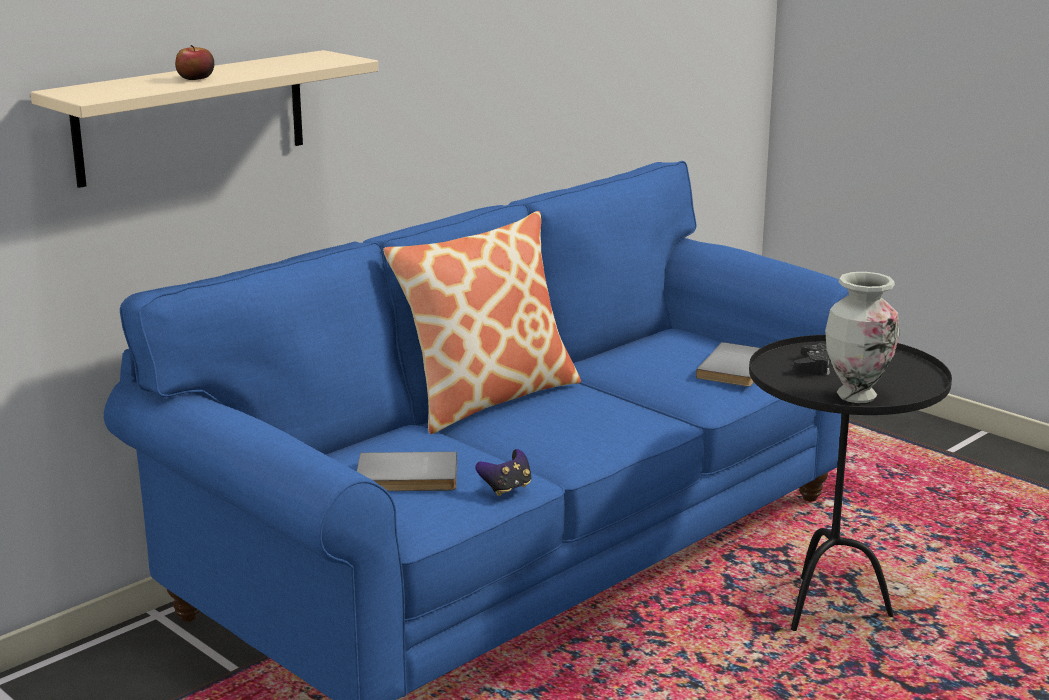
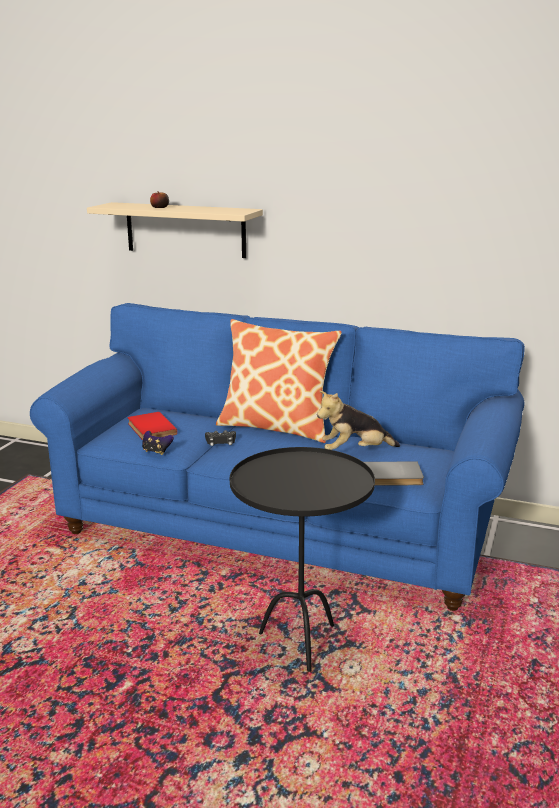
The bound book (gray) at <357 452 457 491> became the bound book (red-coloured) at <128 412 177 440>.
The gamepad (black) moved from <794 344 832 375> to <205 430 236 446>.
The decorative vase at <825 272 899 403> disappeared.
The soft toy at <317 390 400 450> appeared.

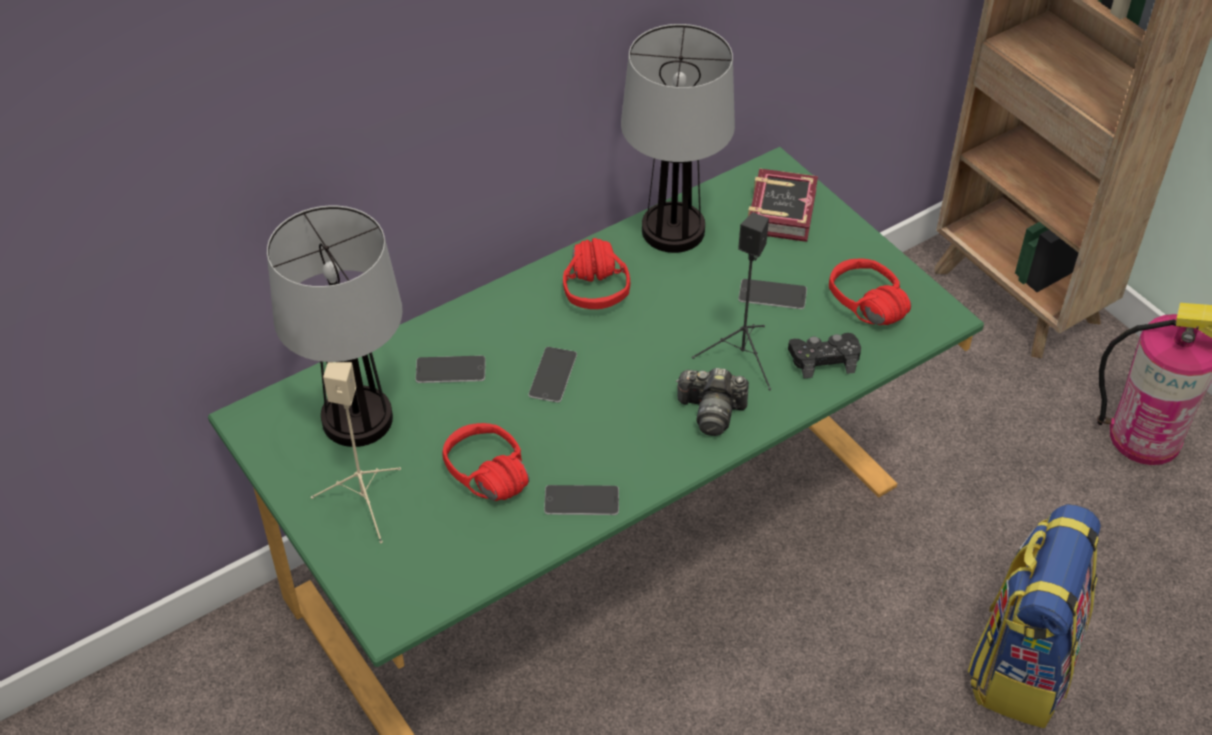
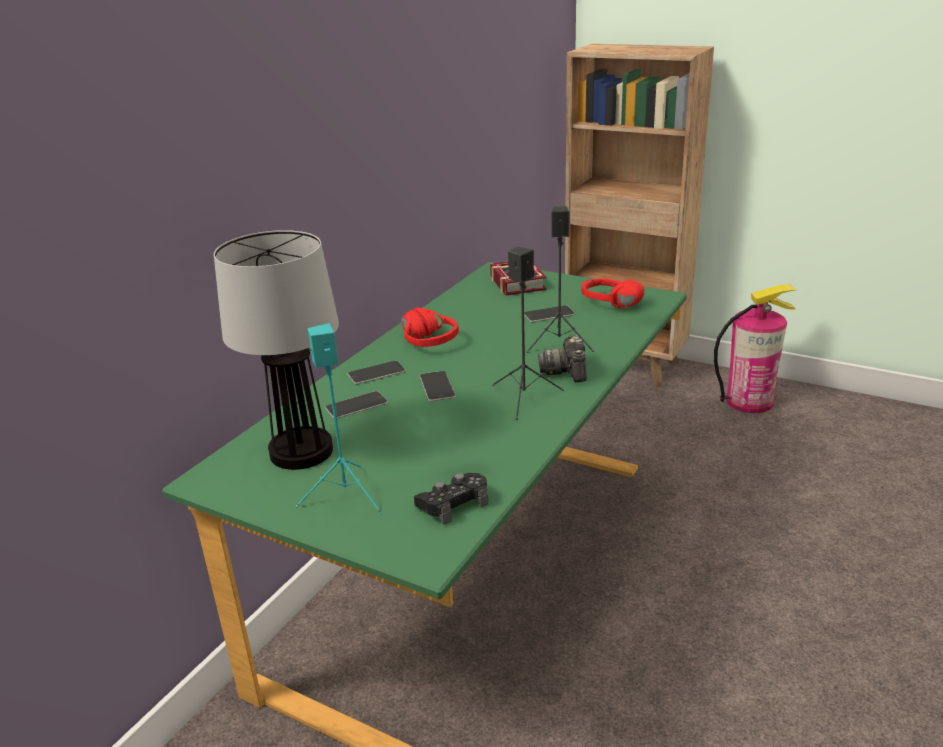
The speaker (beige-coloured) at <311 362 401 543> became the speaker (turquoise) at <295 323 382 514>.
The headset (red-coloured) at <442 423 529 501> disappeared.
The handset moved from <544 485 619 515> to <347 361 406 384>.
The lamp for a table at <621 24 735 253> disappeared.
The still camera at <676 368 749 436> turned 105 degrees clockwise.
The gamepad (black) moved from <788 333 861 378> to <414 473 488 525>.
The knapsack at <968 504 1101 728> disappeared.
The speaker (black) at <492 247 564 420> appeared.

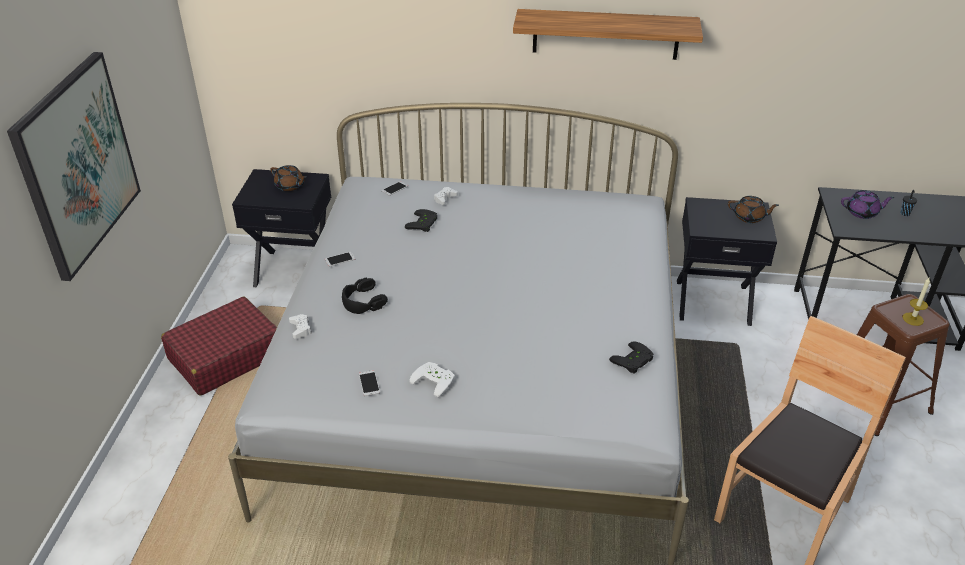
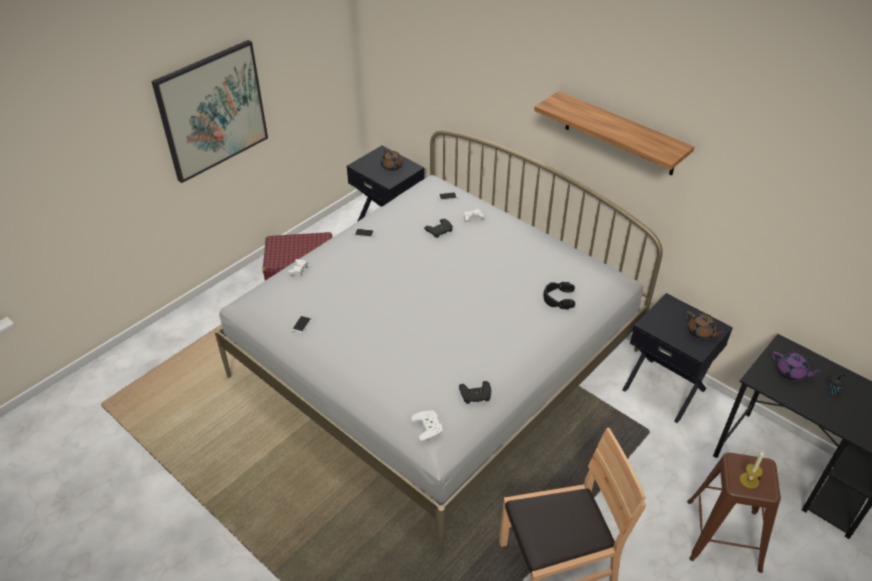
The headset (black) moved from <342 277 388 314> to <543 282 575 309>.
The gamepad (white) moved from <409 362 455 397> to <411 411 443 442>.

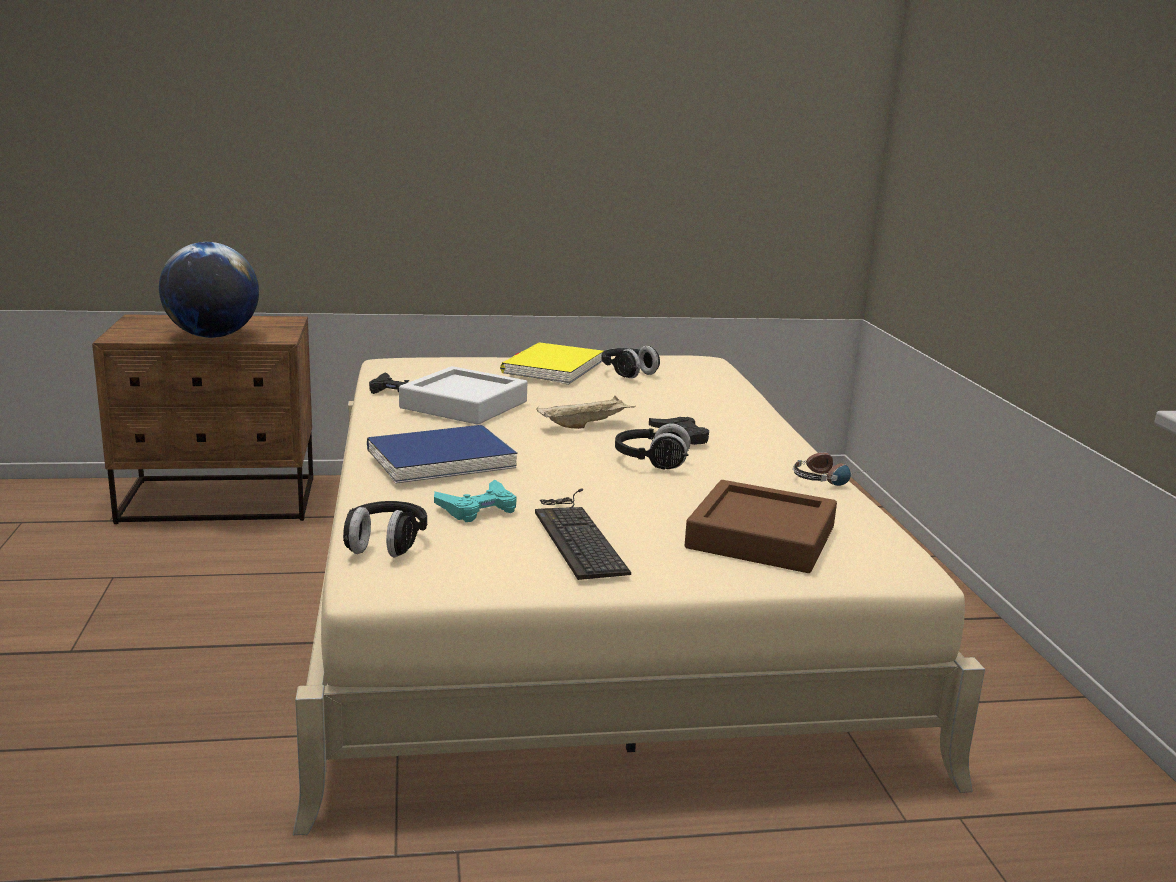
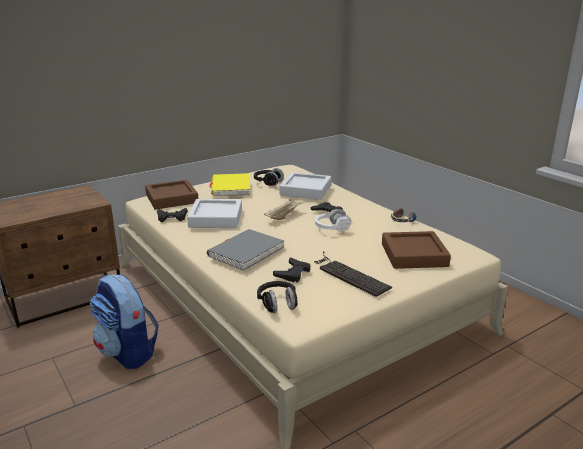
The desk globe at <159 242 259 338> disappeared.
The bound book (bluish) at <367 425 518 484> became the bound book (gray) at <207 229 284 271>.
The gamepad (turquoise) at <434 480 517 522> became the gamepad (black) at <273 258 310 282>.
The headset (black) at <615 423 691 470> became the headset (white) at <315 209 353 232>.
The knapsack at <90 274 159 369> appeared.
The tray (brown) at <145 180 198 210> appeared.
The tray (gray) at <279 172 331 200> appeared.

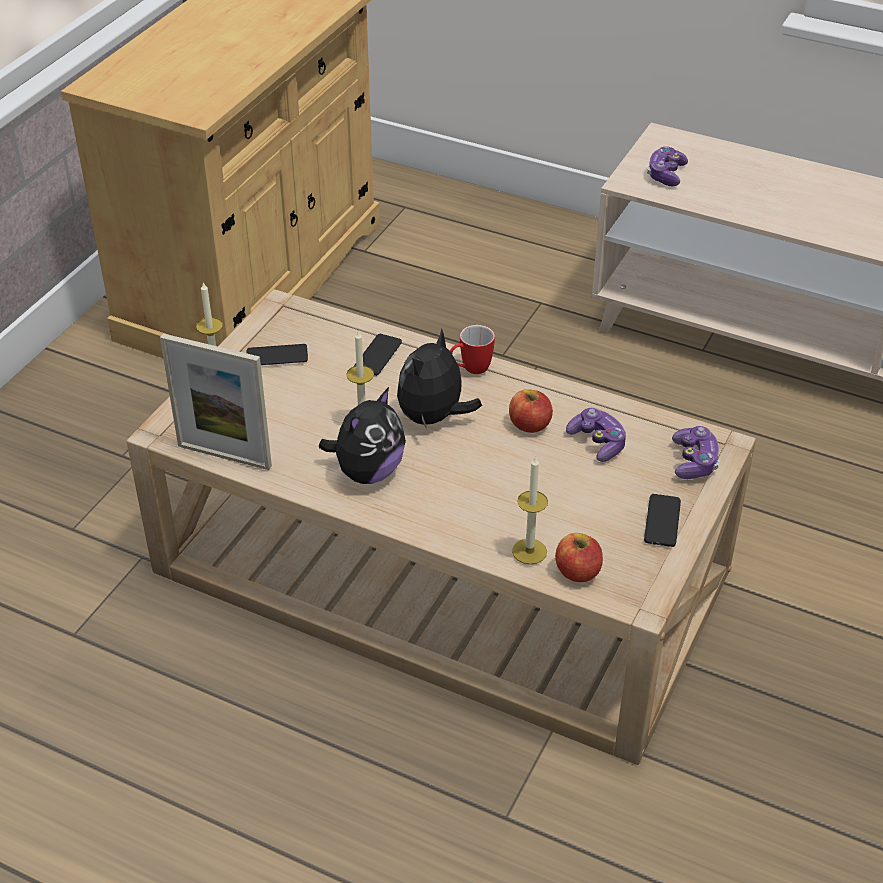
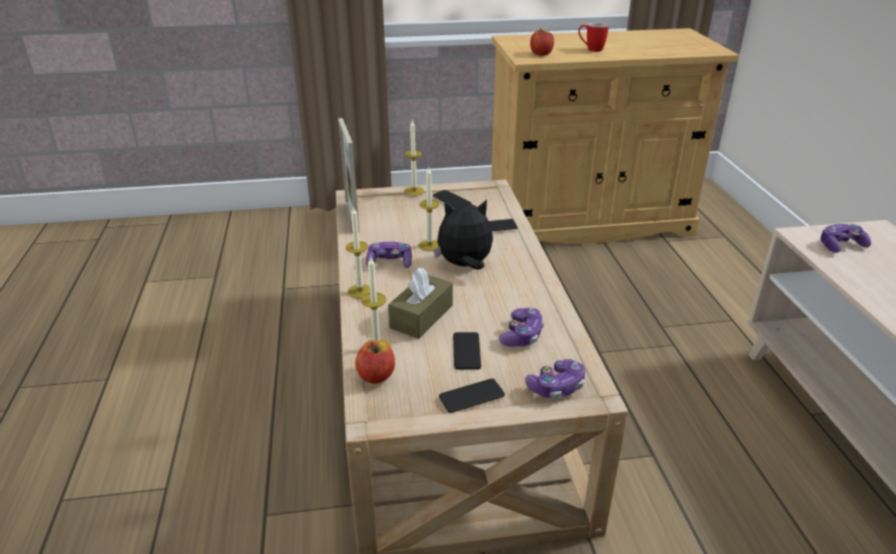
The soft toy at <319 387 406 484> was replaced by the gamepad at <366 242 412 268>.
The mug moved from <450 325 495 374> to <578 22 609 52>.
The apple fruit moved from <509 389 553 433> to <530 28 554 56>.
The candle at <345 206 370 299> appeared.
The tissue box (brown) at <388 268 453 339> appeared.
The handset at <453 332 481 370> appeared.

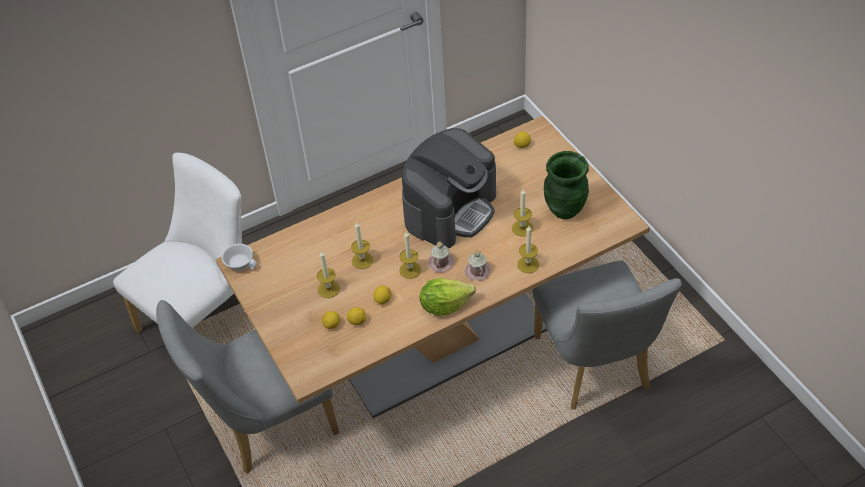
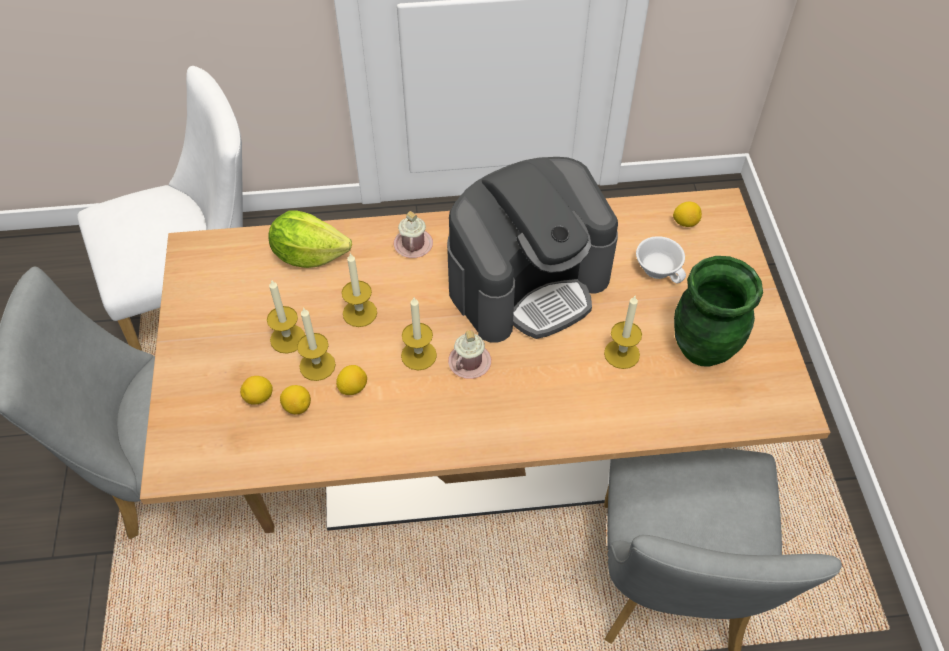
The drinking cup (white) moved from <222 244 257 271> to <636 236 686 284>.
The head of lettuce moved from <420 278 476 316> to <268 210 352 268>.
The mug (pinkish) moved from <464 250 491 281> to <394 211 433 258>.
The candle moved from <517 226 539 273> to <297 307 336 381>.

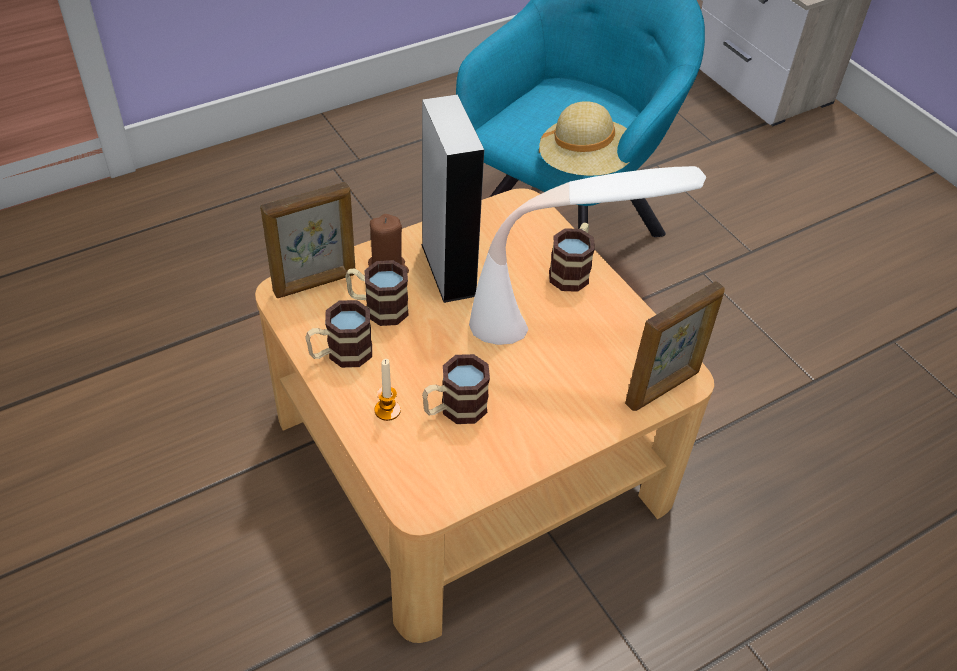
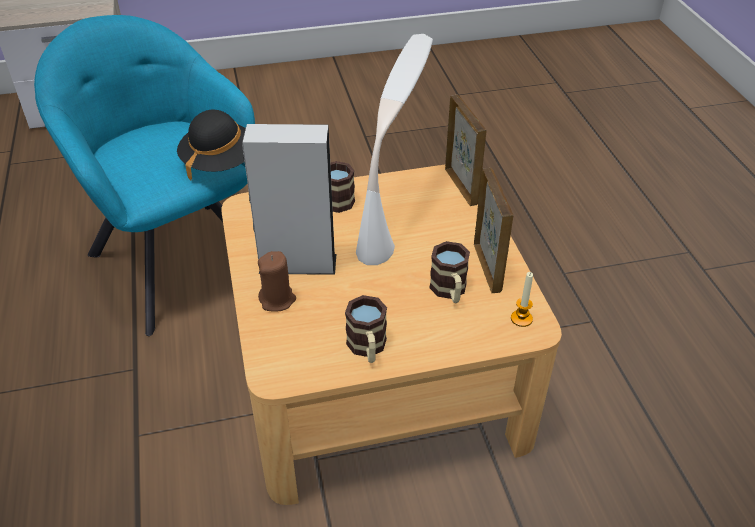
The standing frame moved from <260 182 355 298> to <474 168 514 293>.
The mug at <345 260 409 326> disappeared.
The candle moved from <375 359 401 421> to <511 272 533 327>.
The clothing hat (beige-coloured) at <539 101 629 176> became the clothing hat (black) at <177 110 245 181>.

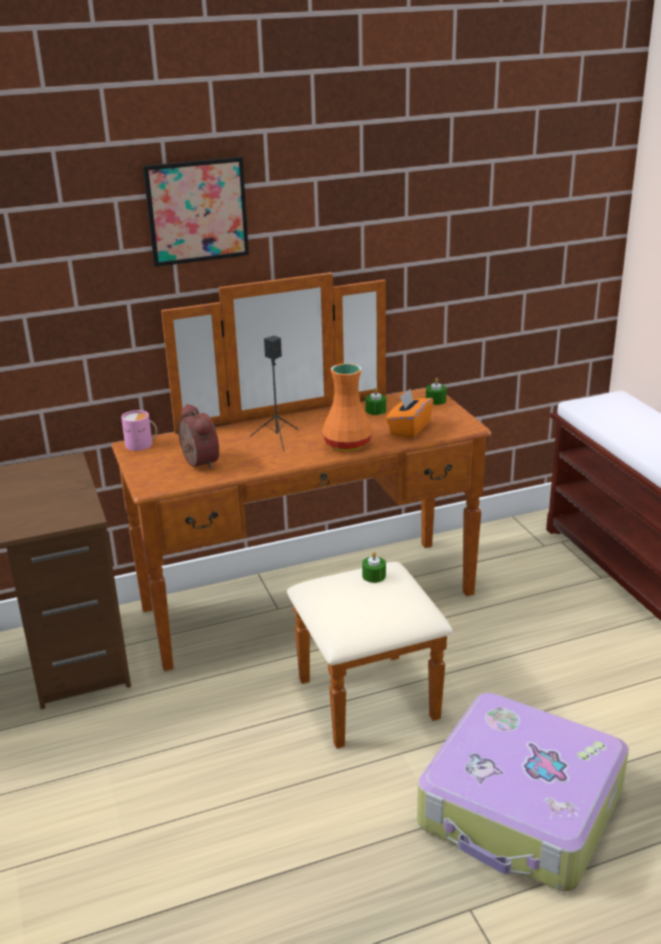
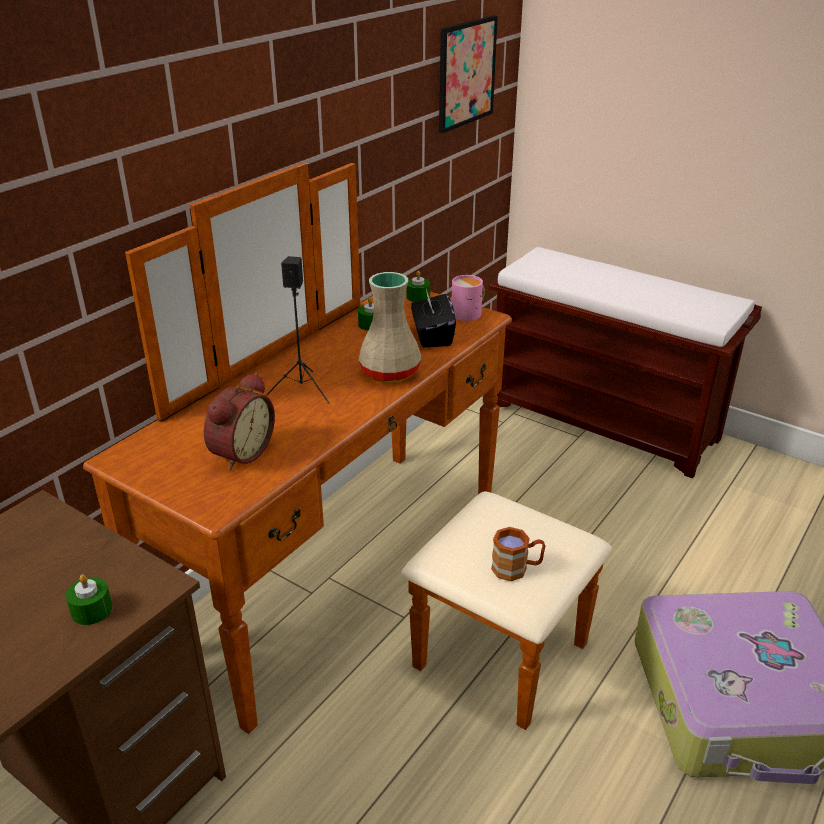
The mug (pinkish) moved from <121 410 157 451> to <451 275 485 321>.
The wall picture moved from <143 157 249 267> to <439 15 498 133>.
The table clock at <178 404 219 470> turned 90 degrees clockwise.
The decorative vase (orange-coloured) at <322 363 373 451> became the decorative vase (beige-coloured) at <359 272 421 383>.
The candle (greenish) moved from <362 552 386 583> to <66 574 113 625>.
The tissue box (orange-coloured) at <386 389 433 438> became the tissue box (black) at <411 289 456 347>.
The mug (brown) at <491 527 545 581> appeared.

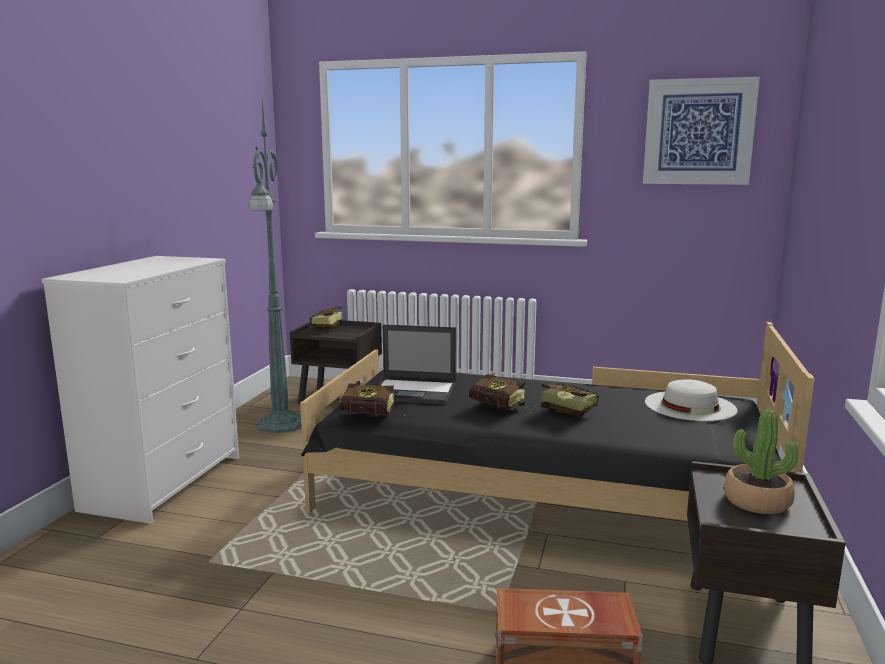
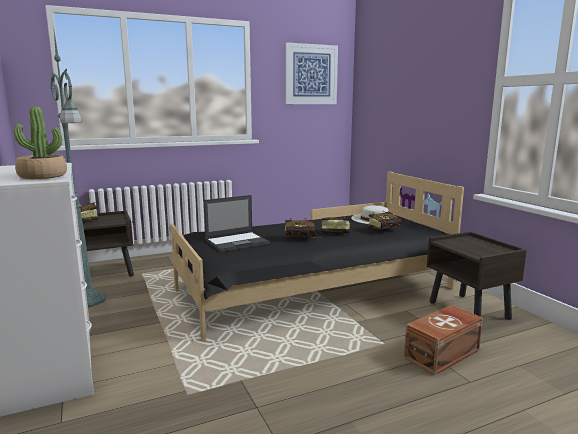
The bound book moved from <340 381 405 416> to <368 211 402 230>.
The houseplant moved from <724 409 798 514> to <14 107 67 179>.

